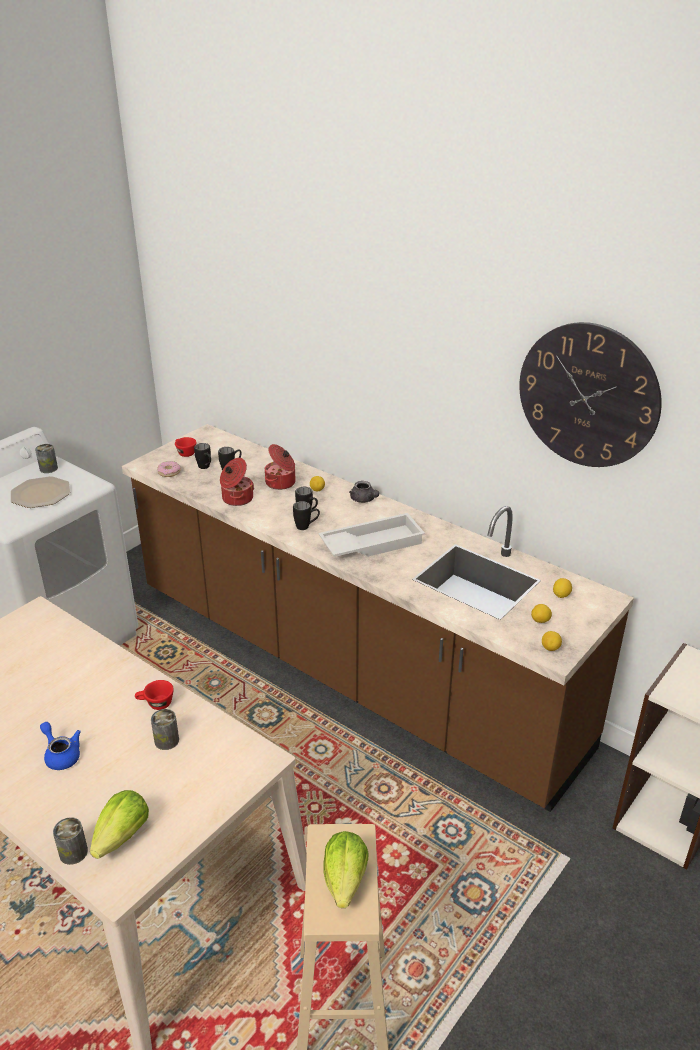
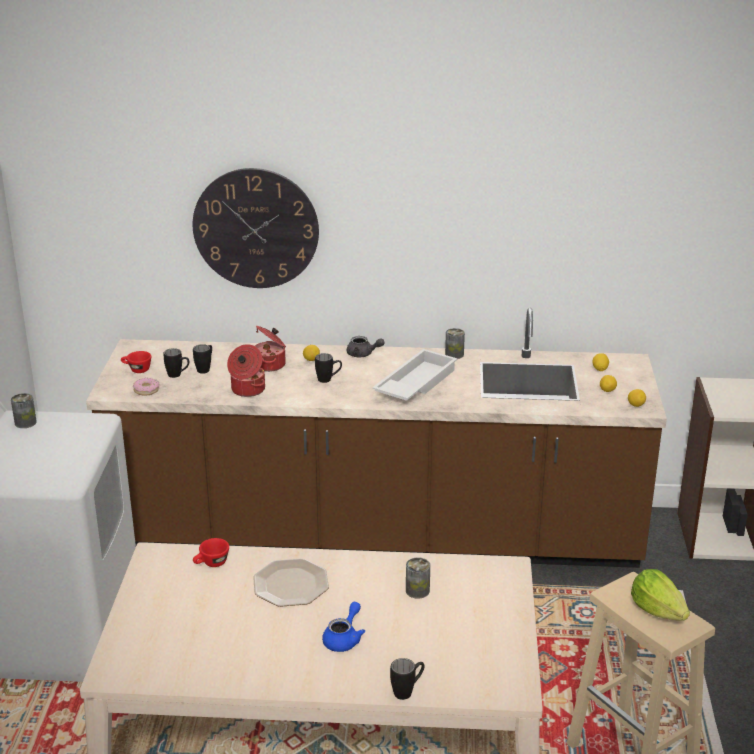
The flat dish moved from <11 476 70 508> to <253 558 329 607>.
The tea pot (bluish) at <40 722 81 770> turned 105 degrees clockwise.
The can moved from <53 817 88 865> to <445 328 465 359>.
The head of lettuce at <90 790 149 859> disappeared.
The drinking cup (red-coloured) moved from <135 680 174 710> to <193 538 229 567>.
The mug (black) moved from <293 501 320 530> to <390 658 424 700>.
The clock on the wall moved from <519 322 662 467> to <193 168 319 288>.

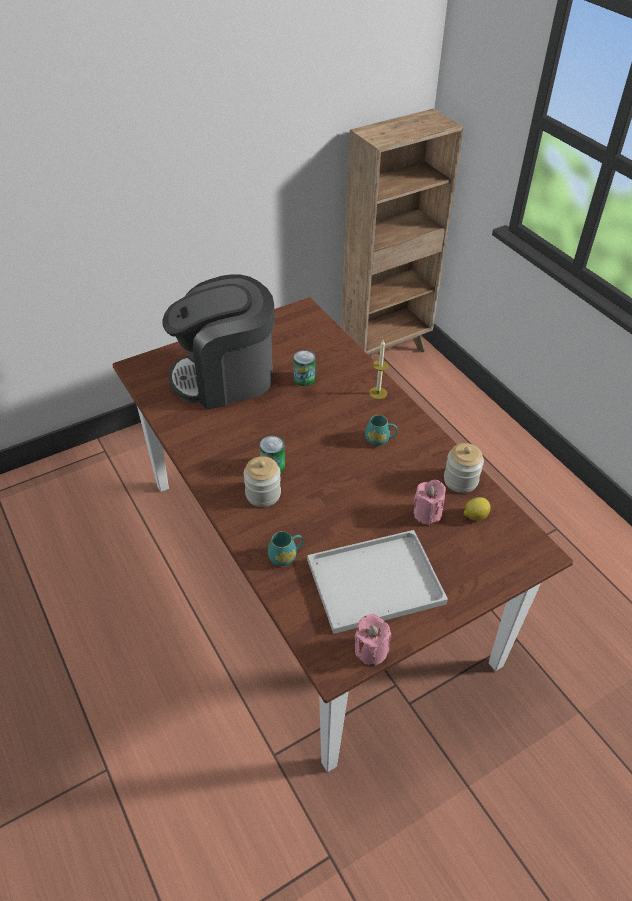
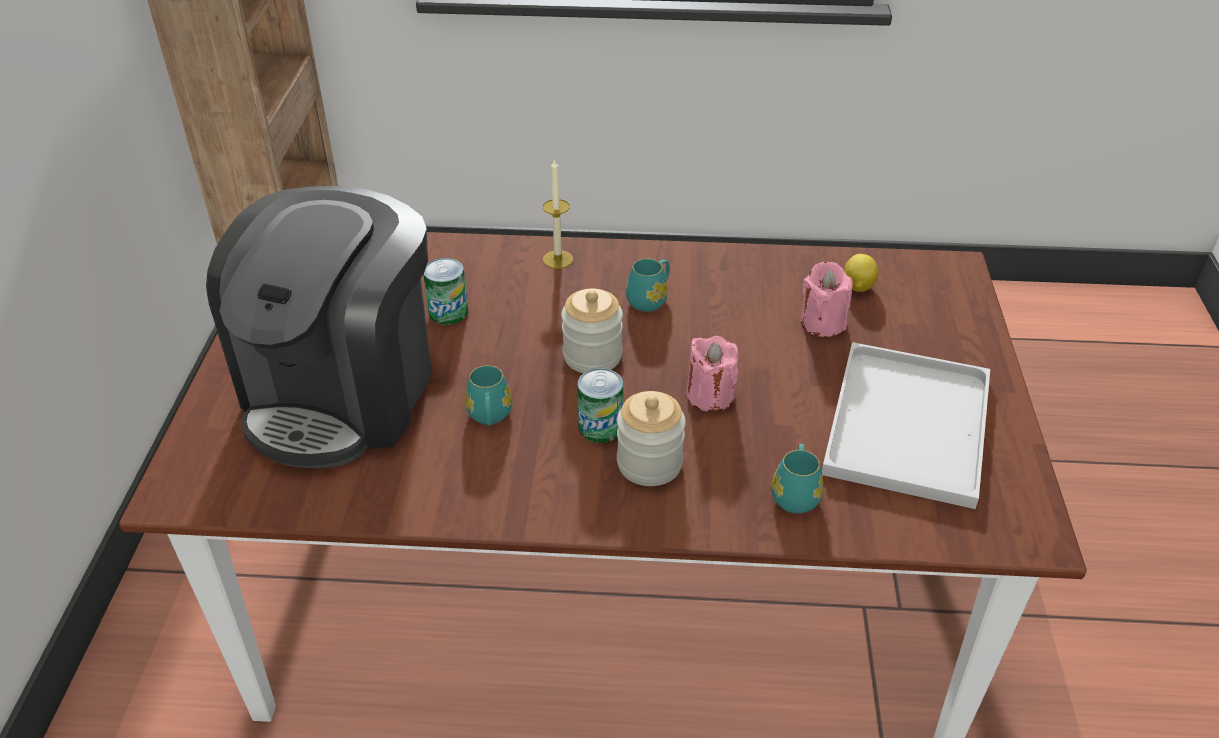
The candle (pinkish) moved from <355 614 391 666> to <686 336 739 412>.
The storage jar moved from <444 443 484 493> to <561 289 623 373>.
The mug (turquoise) at <465 365 512 425> appeared.

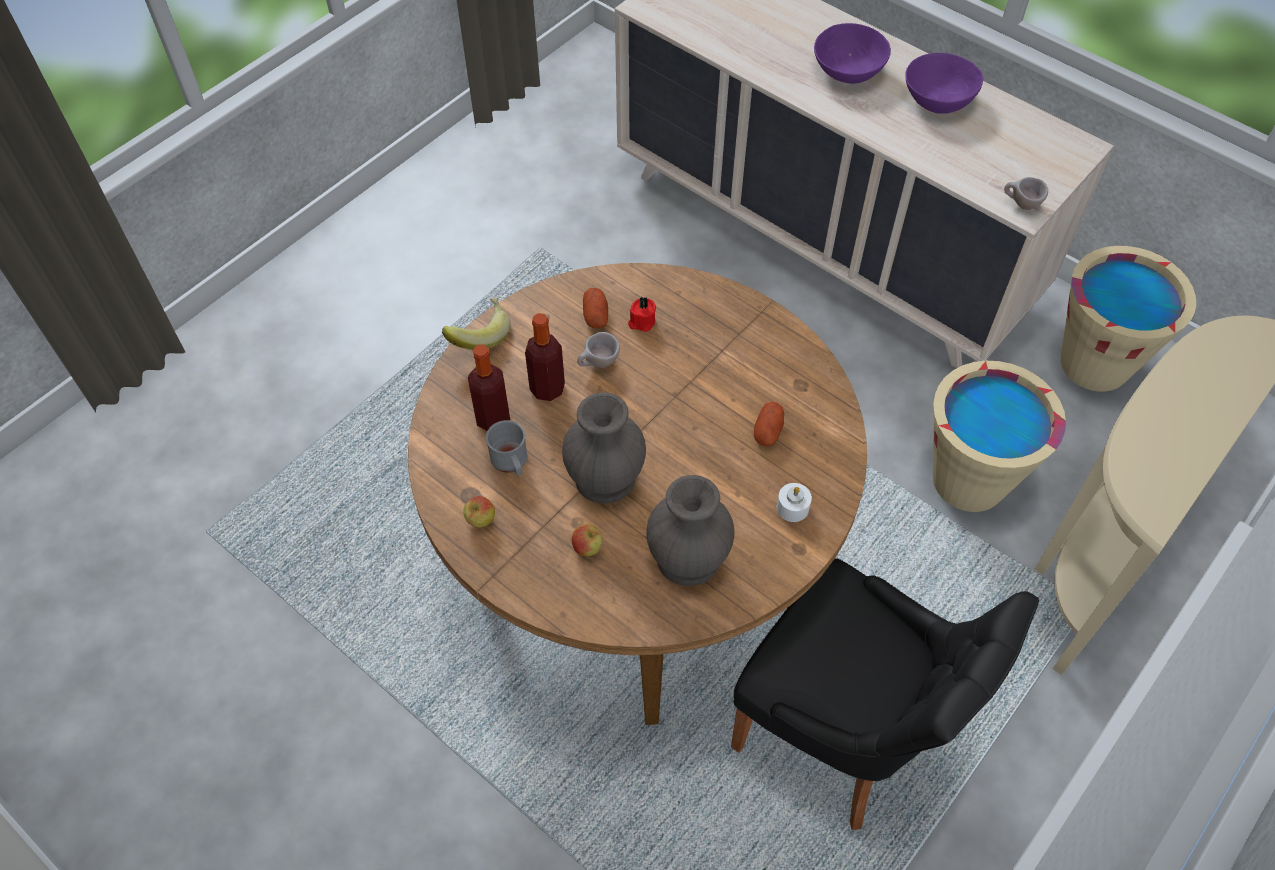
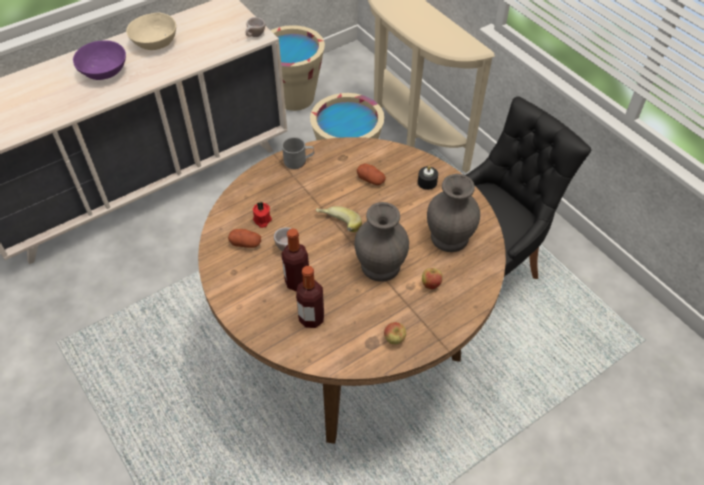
The banana moved from <442 297 511 350> to <316 206 362 232>.
The mug (gray) moved from <486 420 527 476> to <282 137 314 169>.
The candle (white) at <777 483 812 522> became the candle (black) at <418 166 438 190>.
The bowl (purple-coloured) at <905 53 983 114> became the bowl (beige-coloured) at <126 13 176 50>.

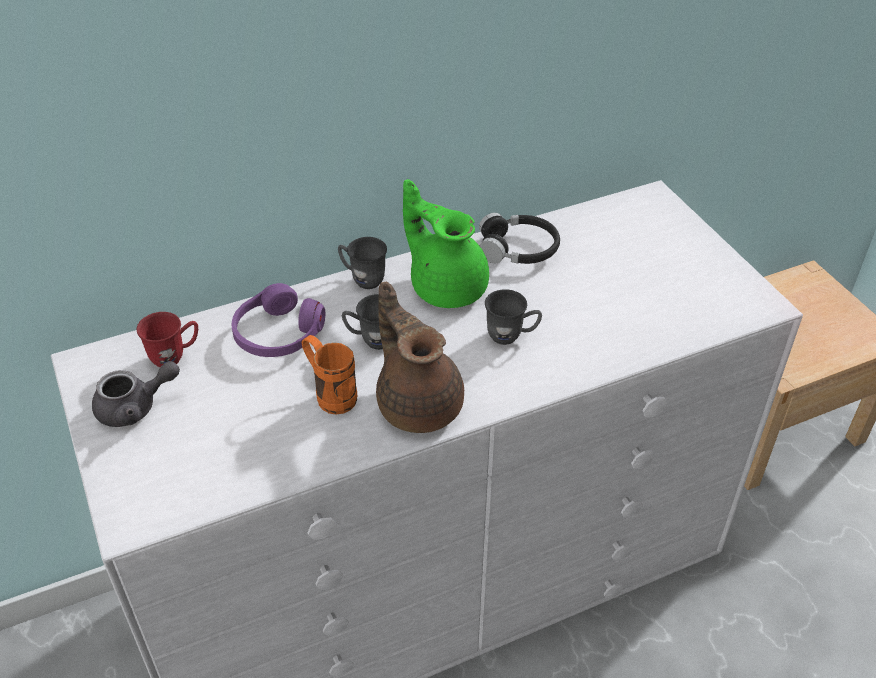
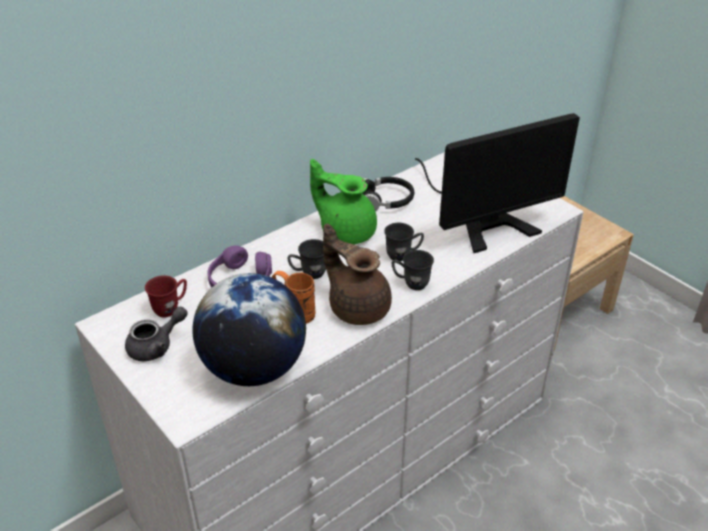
The mug (gray) moved from <338 237 387 289> to <392 250 434 290>.
The desk globe at <193 273 306 386> appeared.
The computer screen at <415 113 580 253> appeared.

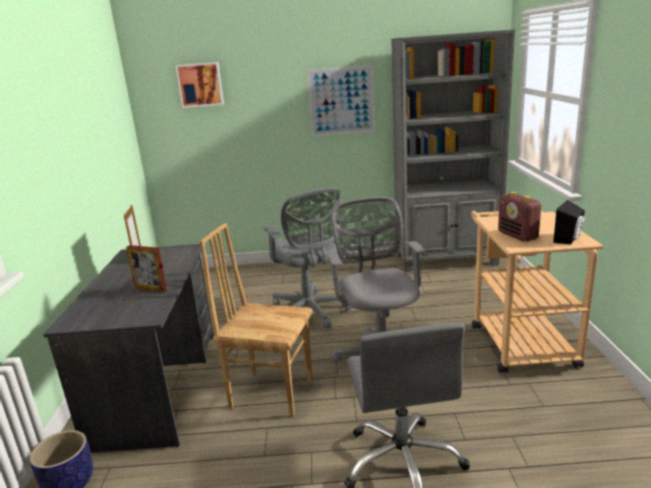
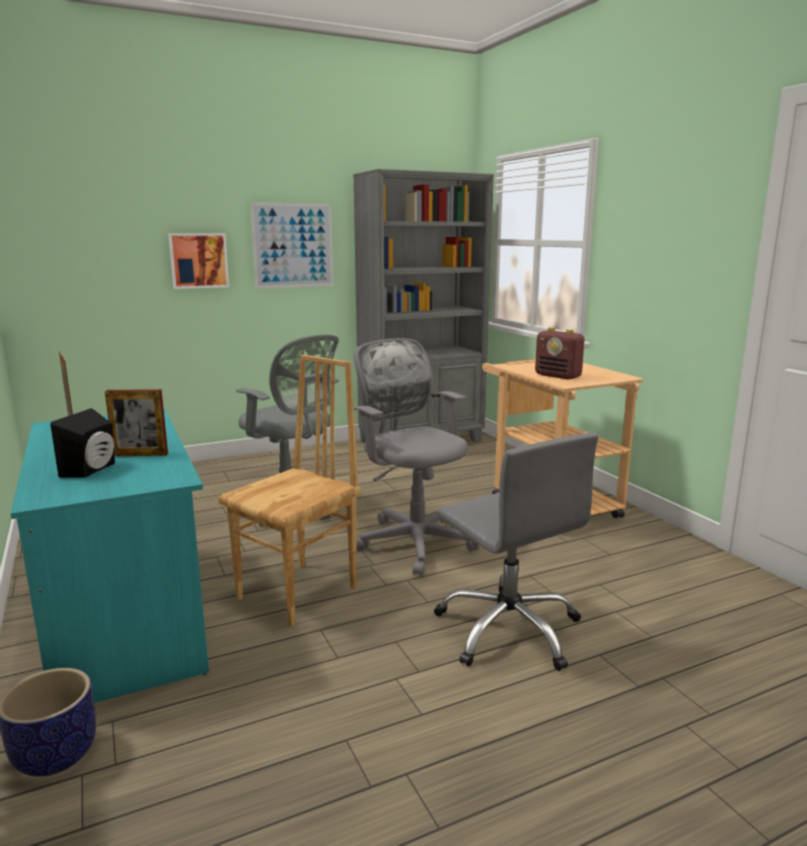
The desk table (gray) at <43 244 214 453> became the desk table (turquoise) at <11 409 209 703>.
The wall picture moved from <175 62 224 108> to <168 233 229 289>.
The chair (brown) at <200 223 313 417> turned 135 degrees clockwise.
The speaker (black) moved from <553 200 585 244> to <50 408 115 478>.

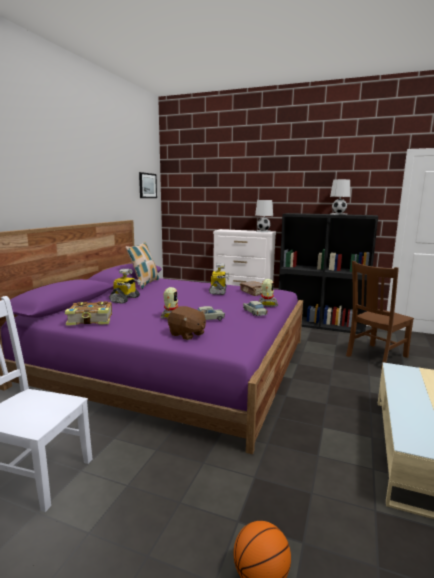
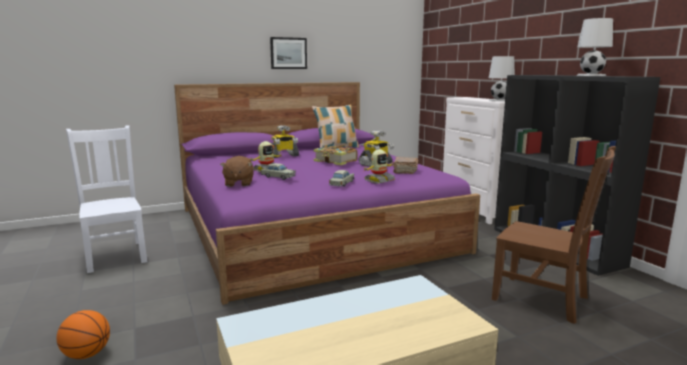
The bound book moved from <65 301 112 326> to <313 146 357 165>.
The wall picture moved from <139 172 157 198> to <270 37 307 69>.
The chair (brown) at <346 261 414 369> turned 150 degrees counterclockwise.

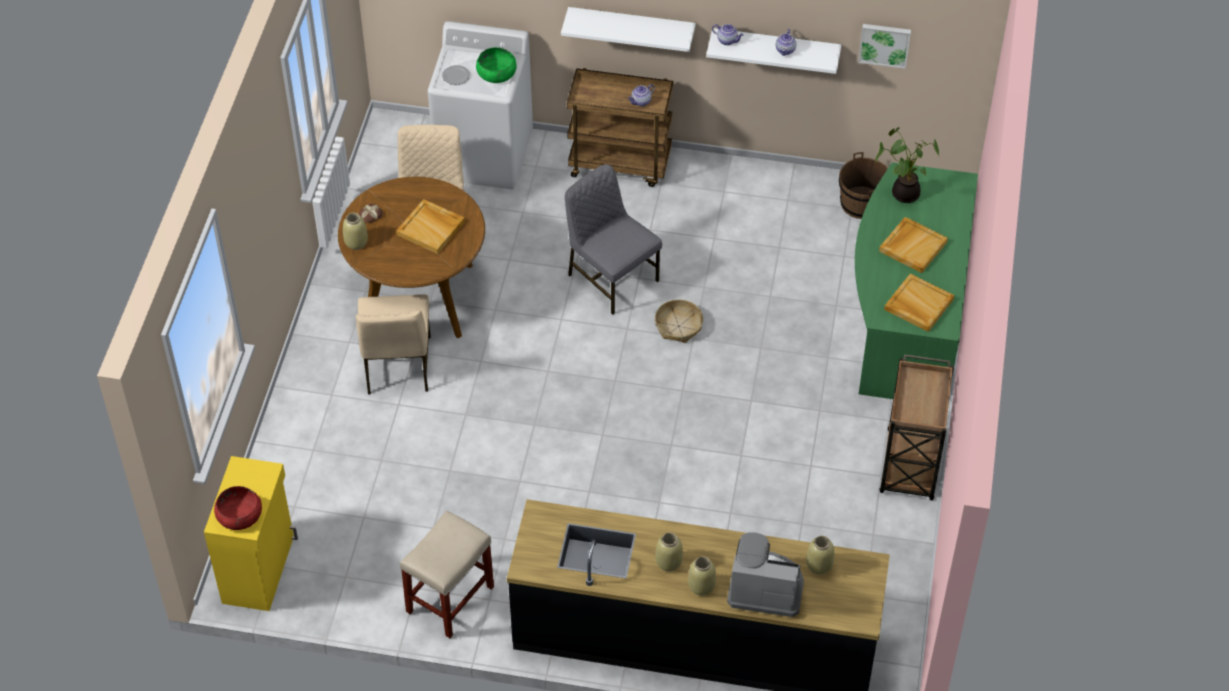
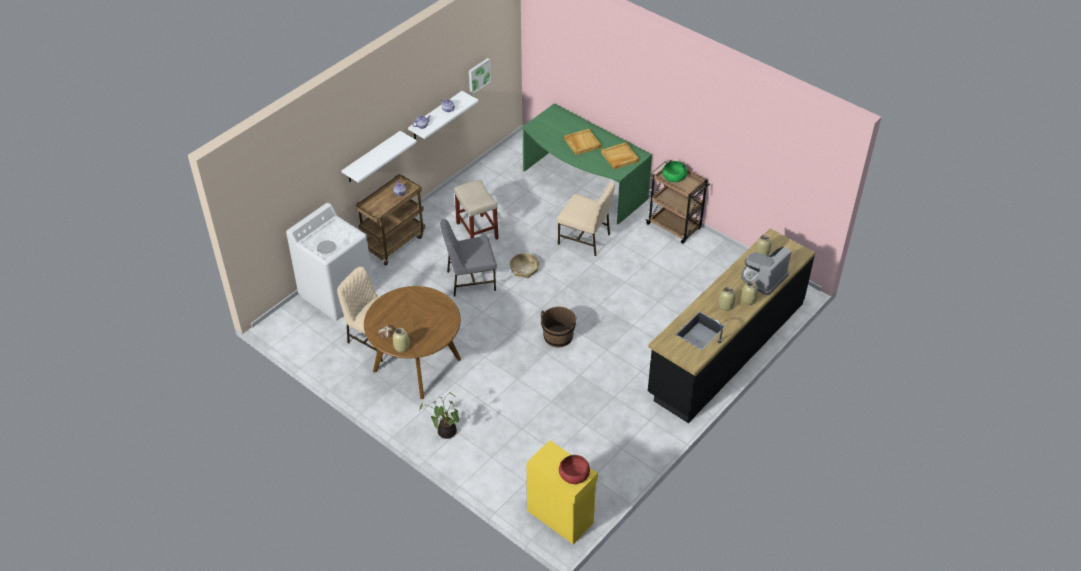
The chair (beige-coloured) moved from <356 294 431 394> to <557 181 615 256>.
The tray (beige-coloured) at <396 199 465 254> disappeared.
The stool seat (beige-coloured) moved from <400 510 494 638> to <454 179 499 240>.
The bowl (greenish) moved from <476 47 517 83> to <662 161 687 182>.
The water bucket (brown) moved from <839 152 888 219> to <541 307 577 348>.
The houseplant moved from <876 127 939 203> to <419 391 459 439>.

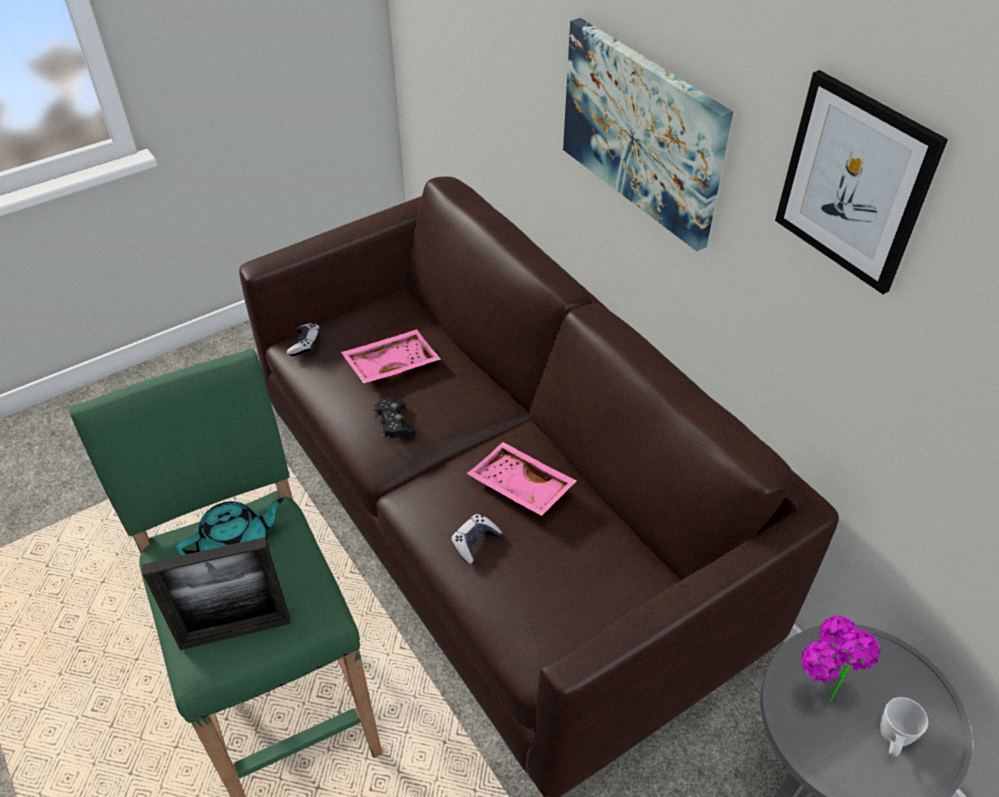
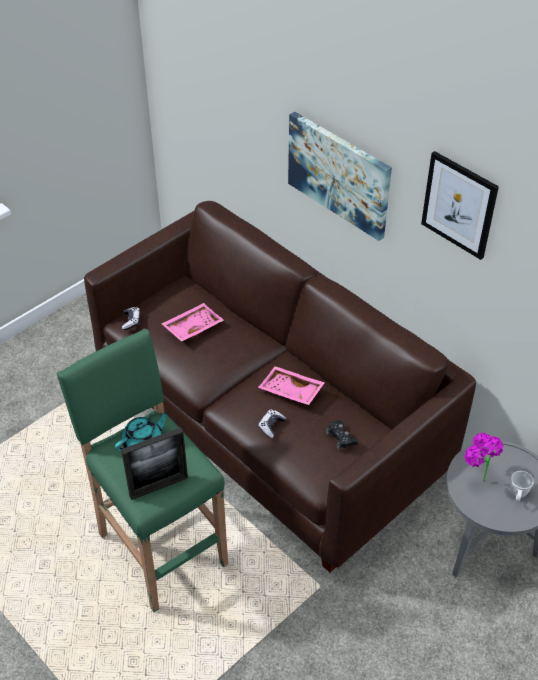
The gamepad (black) moved from <373 398 416 440> to <326 420 358 449>.

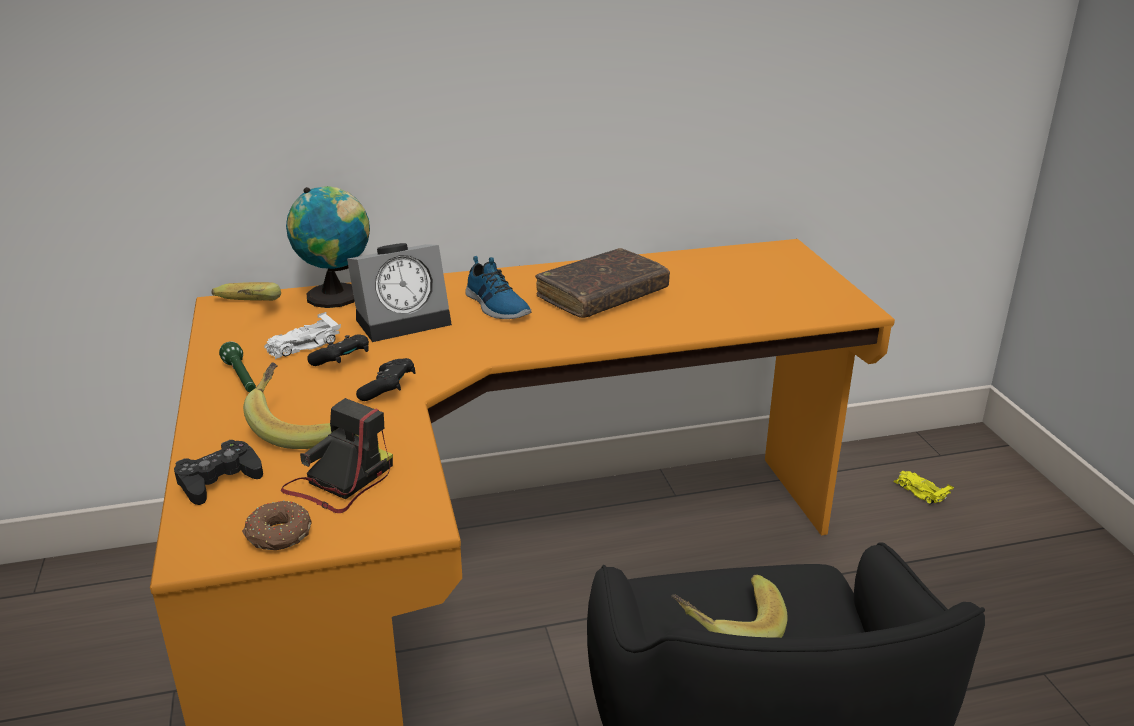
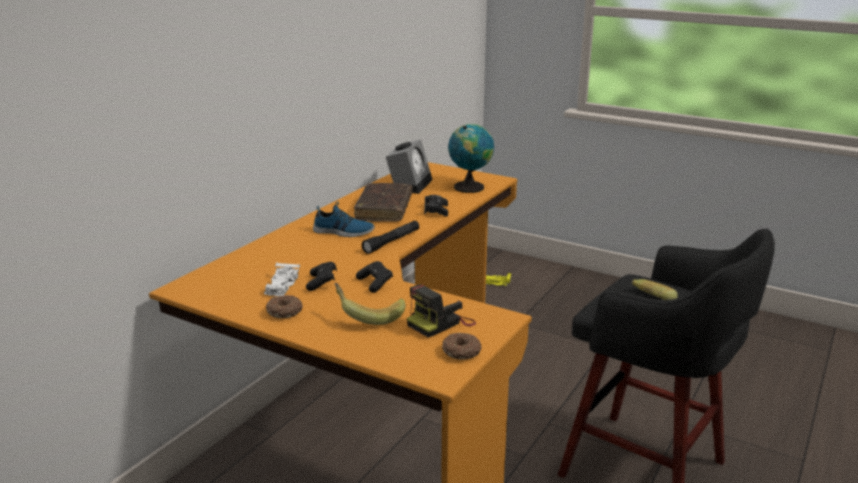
The gamepad (black) moved from <174 440 263 505> to <424 195 448 216>.
The banana at <211 282 281 301> disappeared.
The torch (greenish) at <219 341 256 392> was replaced by the donut at <266 295 303 318>.
The still camera at <281 398 393 513> turned 120 degrees counterclockwise.
The desk globe moved from <286 186 370 308> to <448 124 494 193>.
The table clock moved from <347 243 452 342> to <386 139 433 194>.
The torch (black) at <362 221 419 254> appeared.

